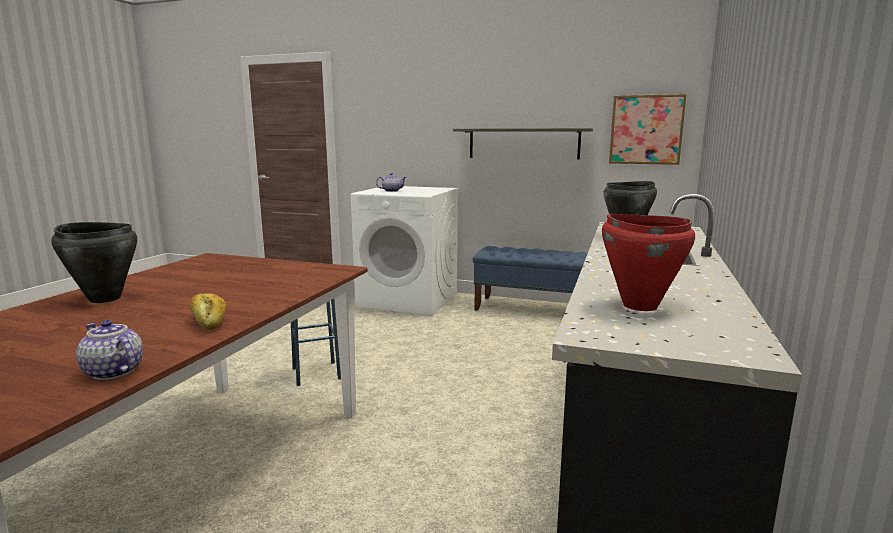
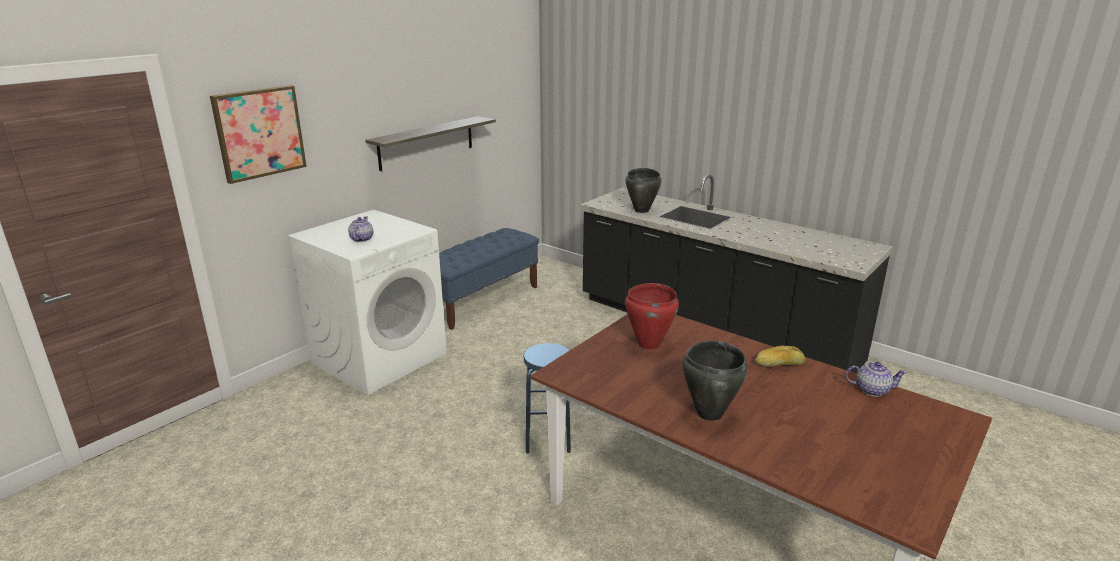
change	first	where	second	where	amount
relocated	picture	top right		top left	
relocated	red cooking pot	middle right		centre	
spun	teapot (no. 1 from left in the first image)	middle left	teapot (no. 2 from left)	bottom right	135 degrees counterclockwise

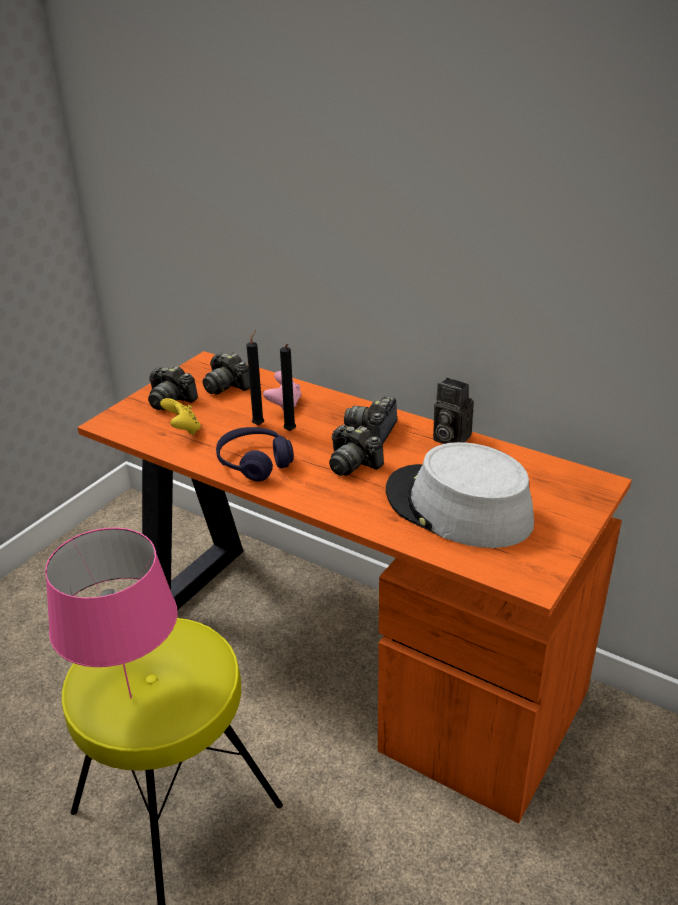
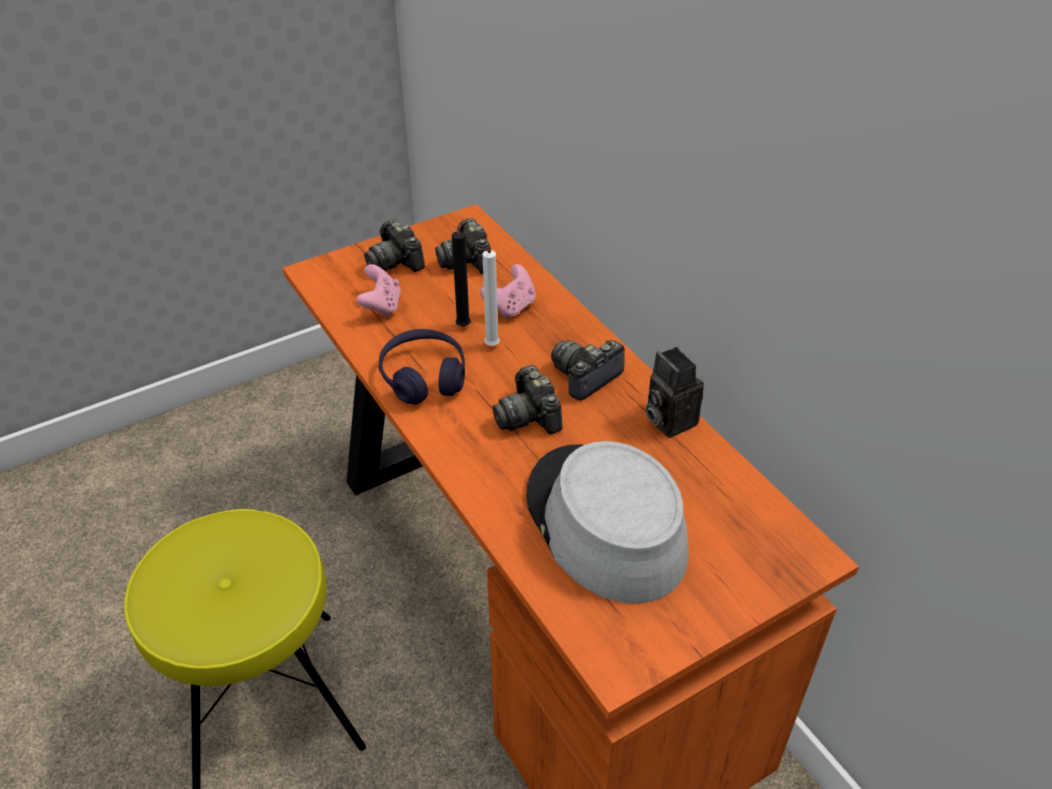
change	first	where	second	where	amount
colour	black candle (no. 2 from left)	centre	white candle	centre	
colour	yellow game controller	middle left	pink game controller (no. 1 from left)	centre	
missing	pink table lamp	bottom left			

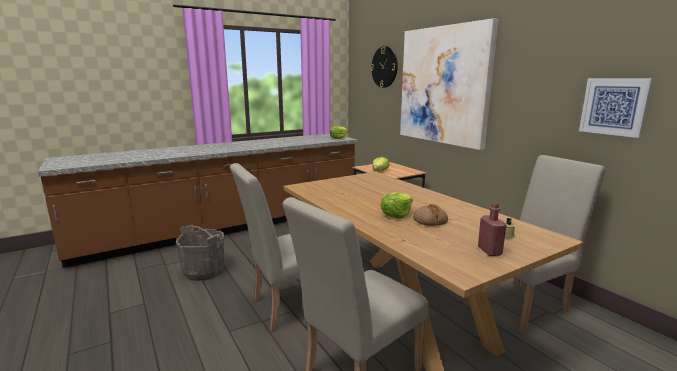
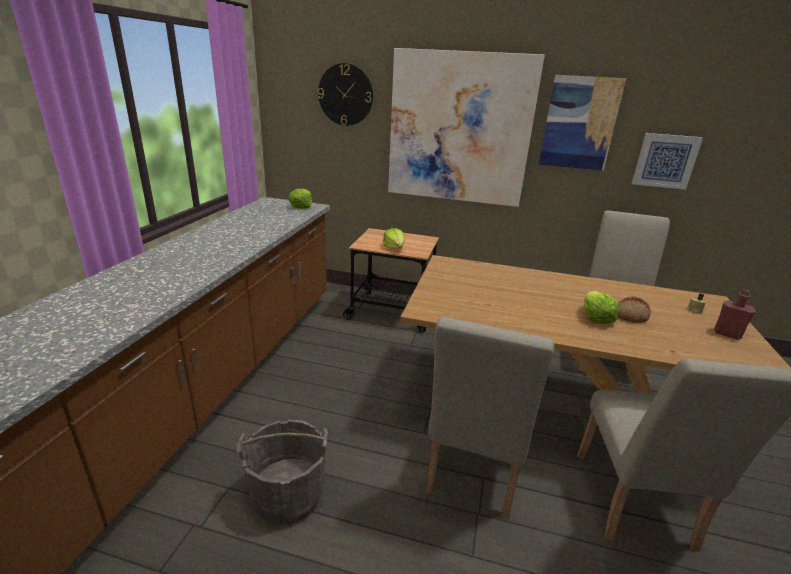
change	first	where	second	where	amount
appeared			picture (no. 2 from left)	top right	

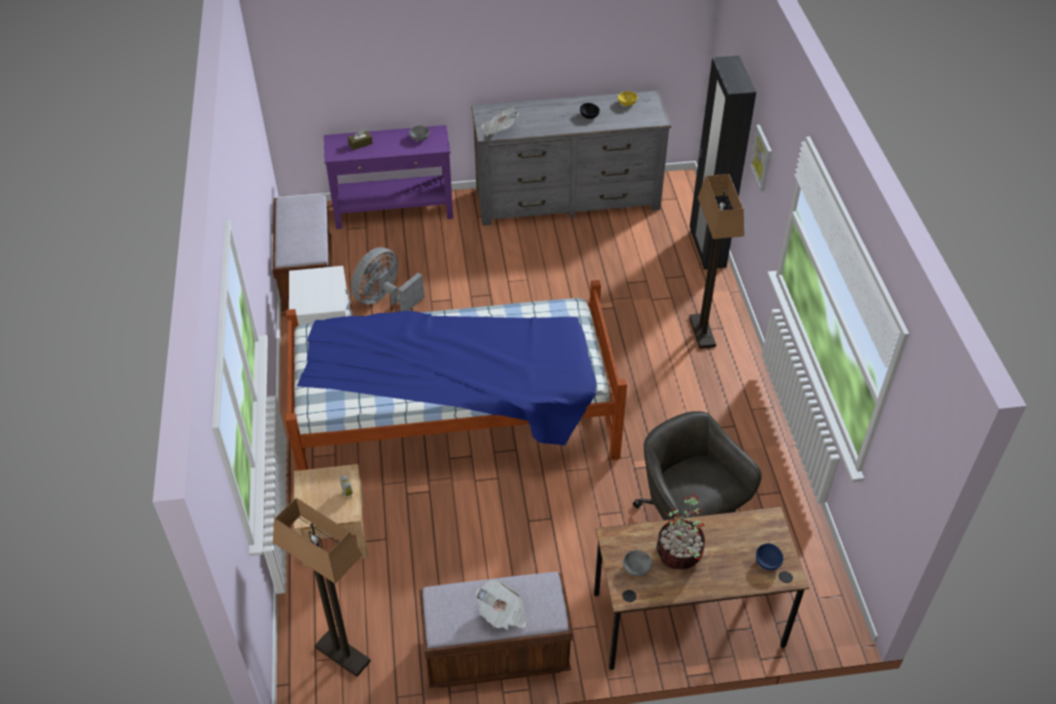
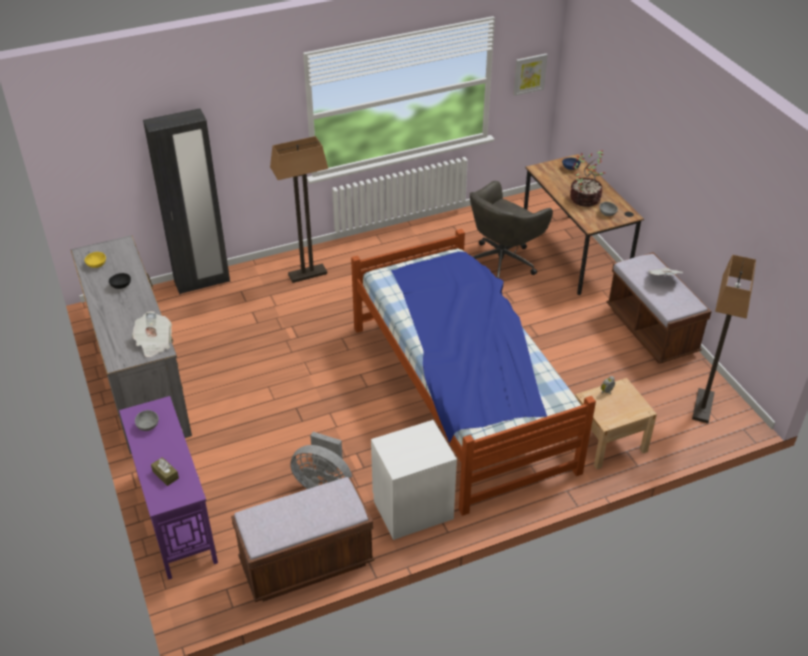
change	first	where	second	where	amount
relocated	picture	top right		top centre	

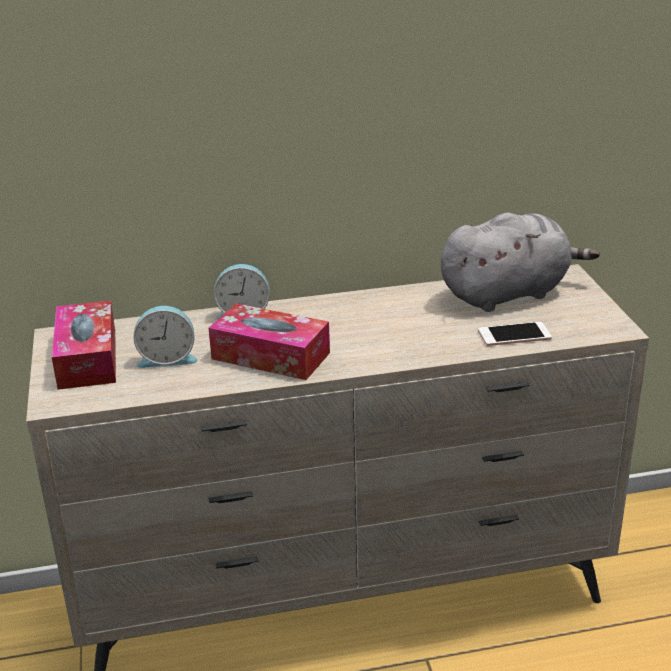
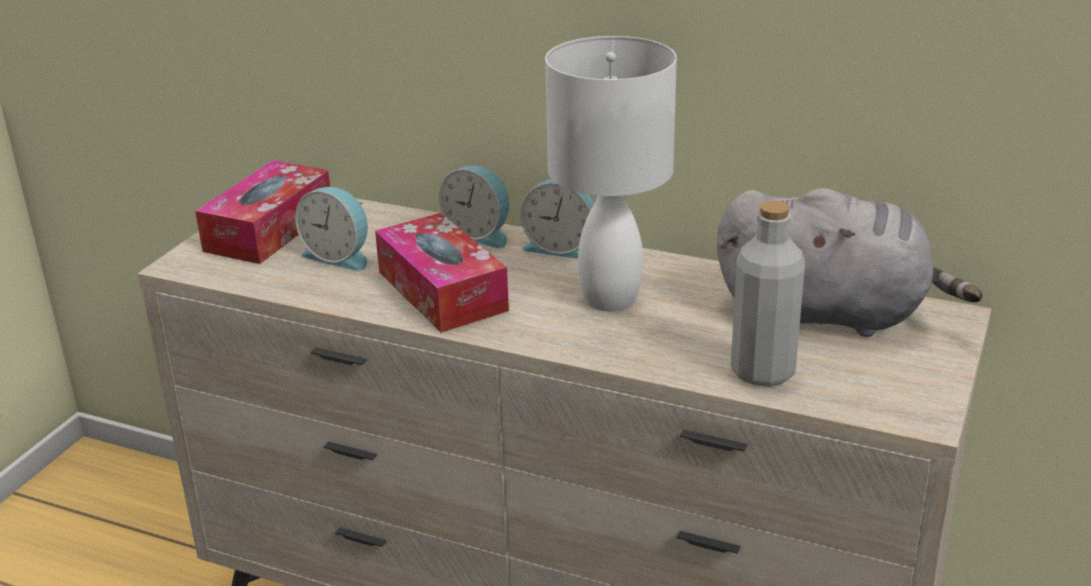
change	first	where	second	where	amount
exchanged	phone	middle right	grey bottle	middle right	
appeared			white table lamp	top centre	
appeared			alarm clock (no. 3 from left)	centre	

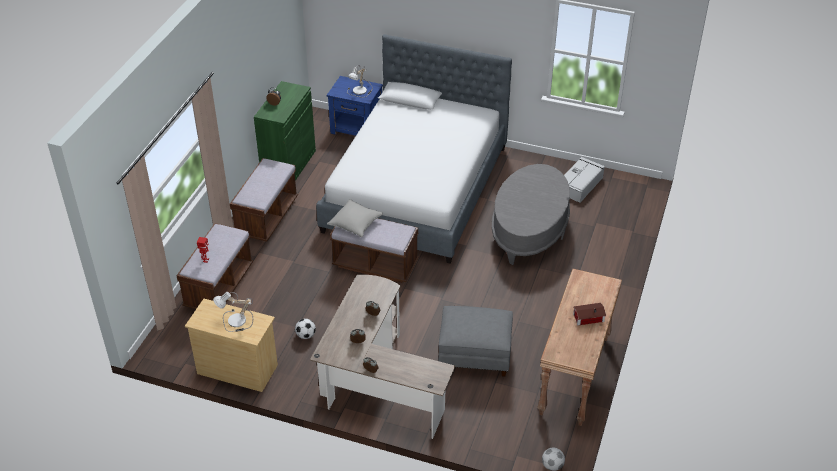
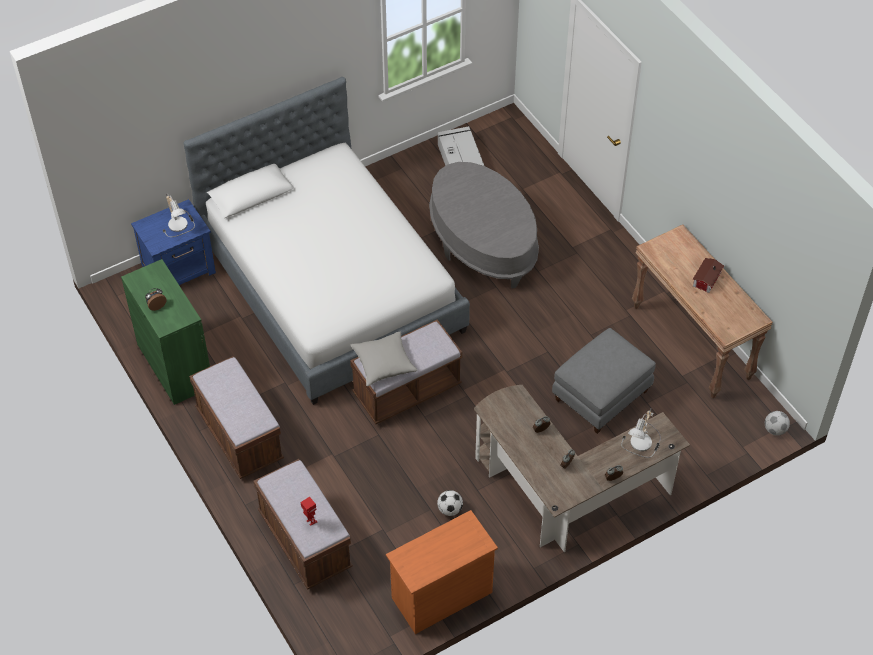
change	first	where	second	where	amount
relocated	table lamp (no. 1 from left in the first image)	middle left	table lamp (no. 2 from left)	middle right	
colour	beige dresser	bottom left	orange dresser	bottom centre	

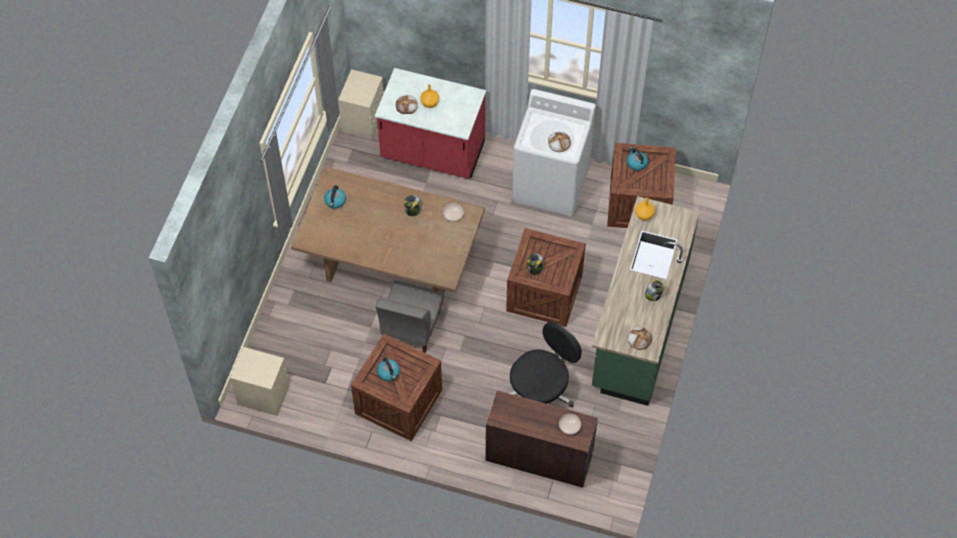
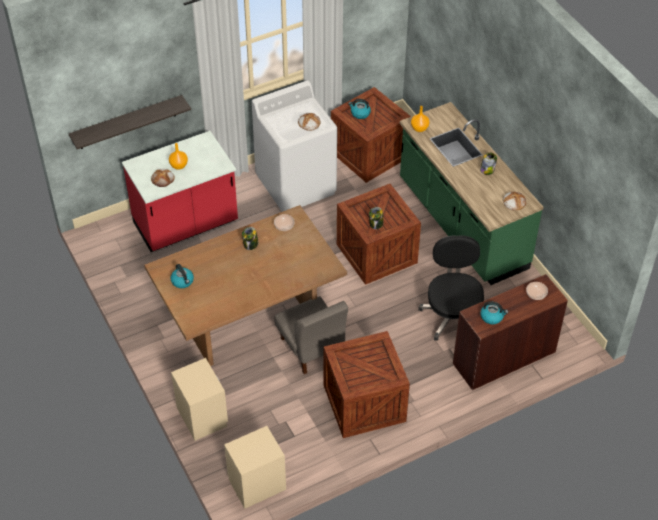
change	first	where	second	where	amount
relocated	beige nightstand (no. 2 from left in the first image)	top centre	beige nightstand (no. 1 from left)	bottom left	
relocated	kettle (no. 2 from left in the first image)	bottom centre	kettle (no. 3 from left)	middle right	
appeared			shelf	top left	

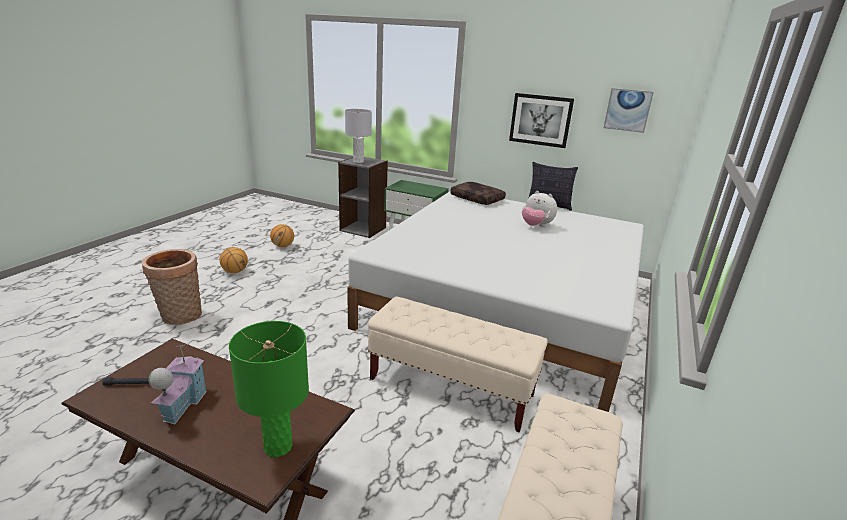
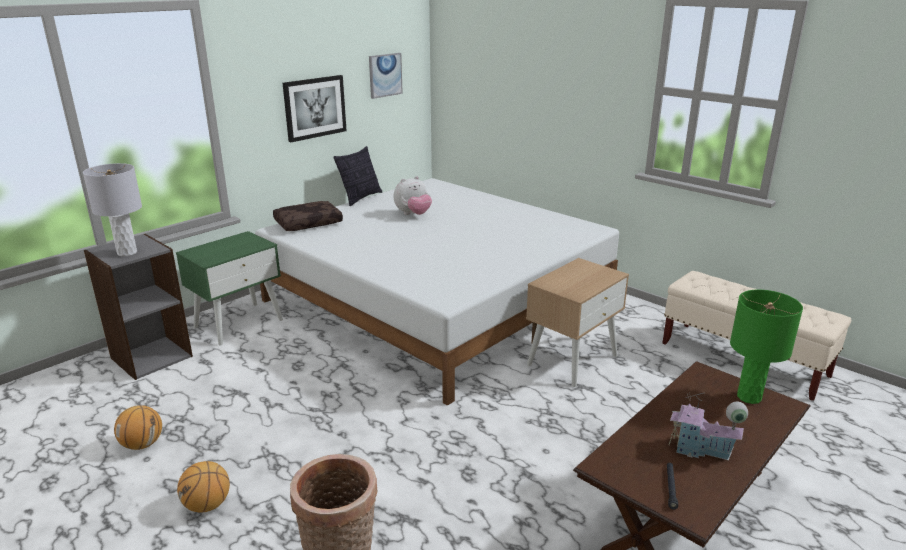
change	first	where	second	where	amount
exchanged	beige bench (no. 1 from left)	bottom centre	beige nightstand	centre	

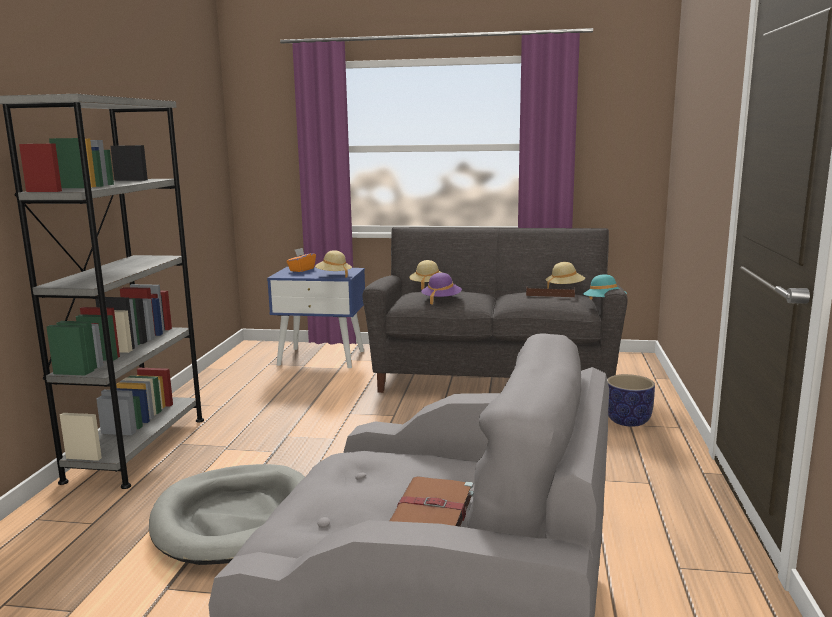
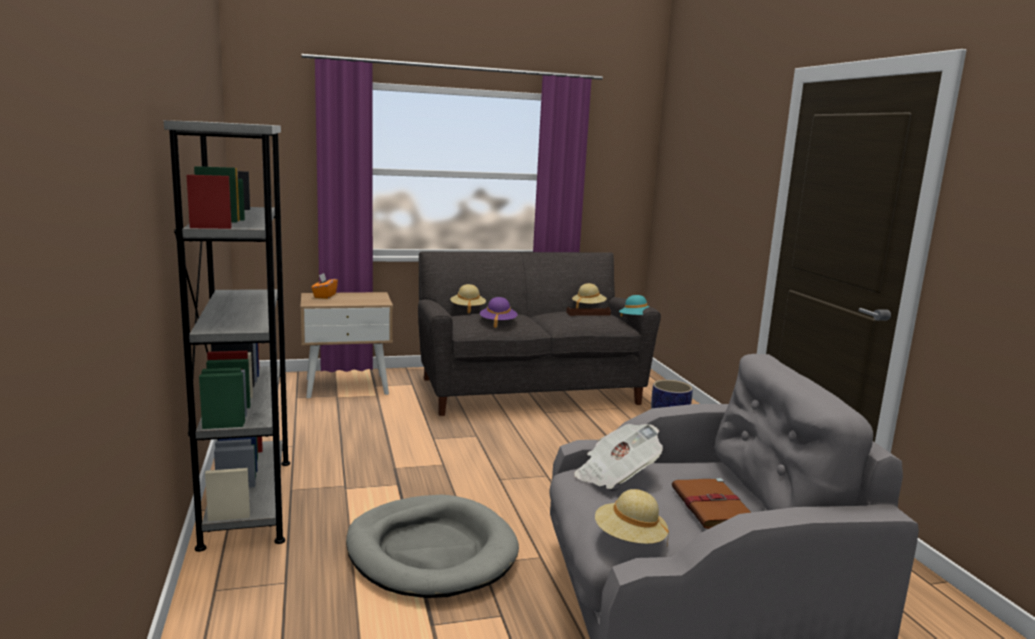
change	first	where	second	where	amount
relocated	beige hat (no. 1 from left in the first image)	centre	beige hat (no. 3 from left)	bottom centre	
colour	blue nightstand	centre	beige nightstand	centre	
appeared			newspaper	bottom centre	

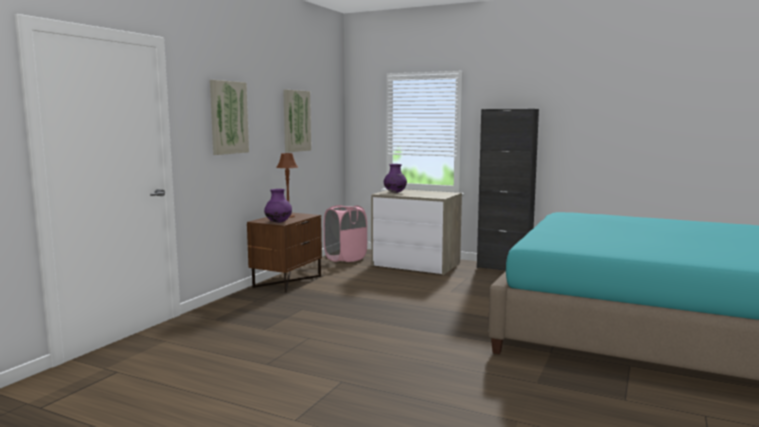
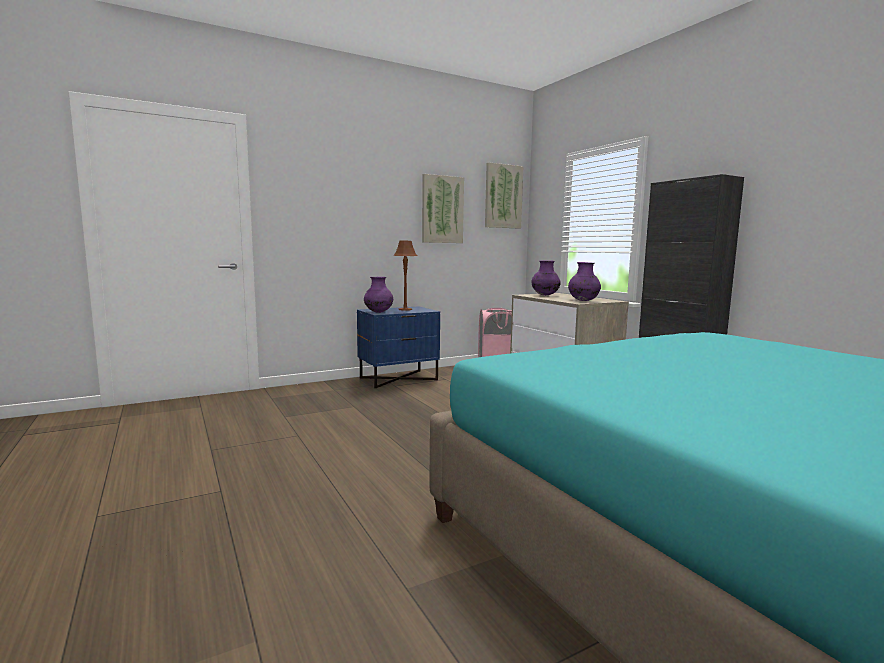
change	first	where	second	where	amount
relocated	picture (no. 1 from left in the first image)	top left	picture (no. 2 from left)	top centre	
colour	brown nightstand	centre	blue nightstand	centre	
appeared			purple vase (no. 3 from left)	centre	

